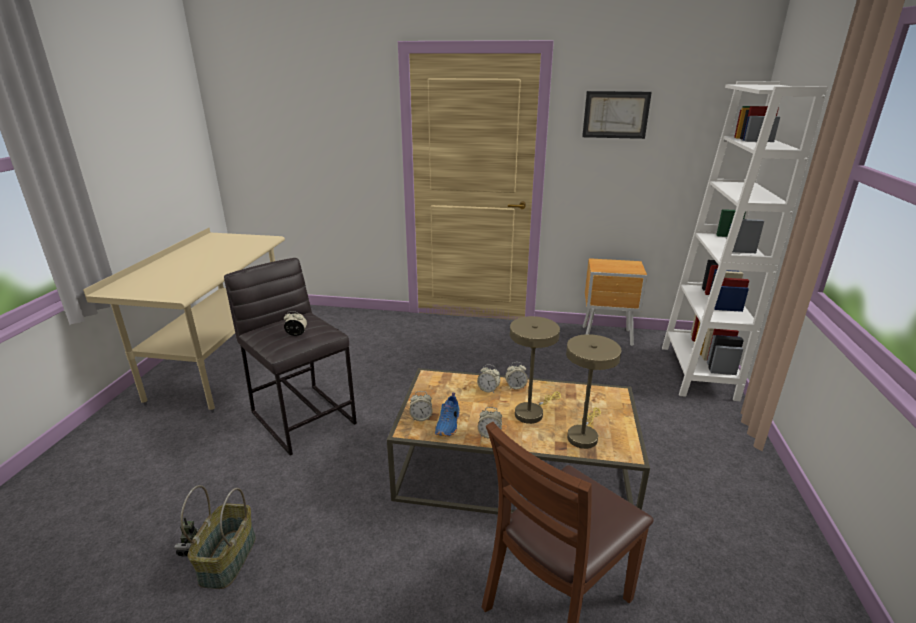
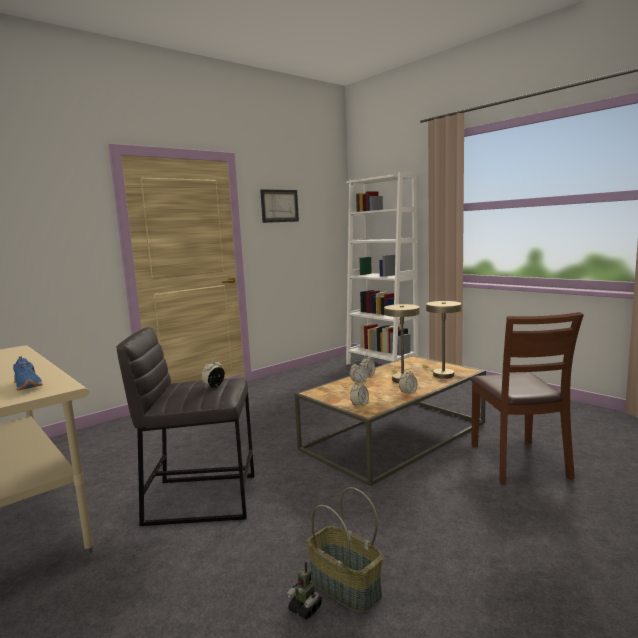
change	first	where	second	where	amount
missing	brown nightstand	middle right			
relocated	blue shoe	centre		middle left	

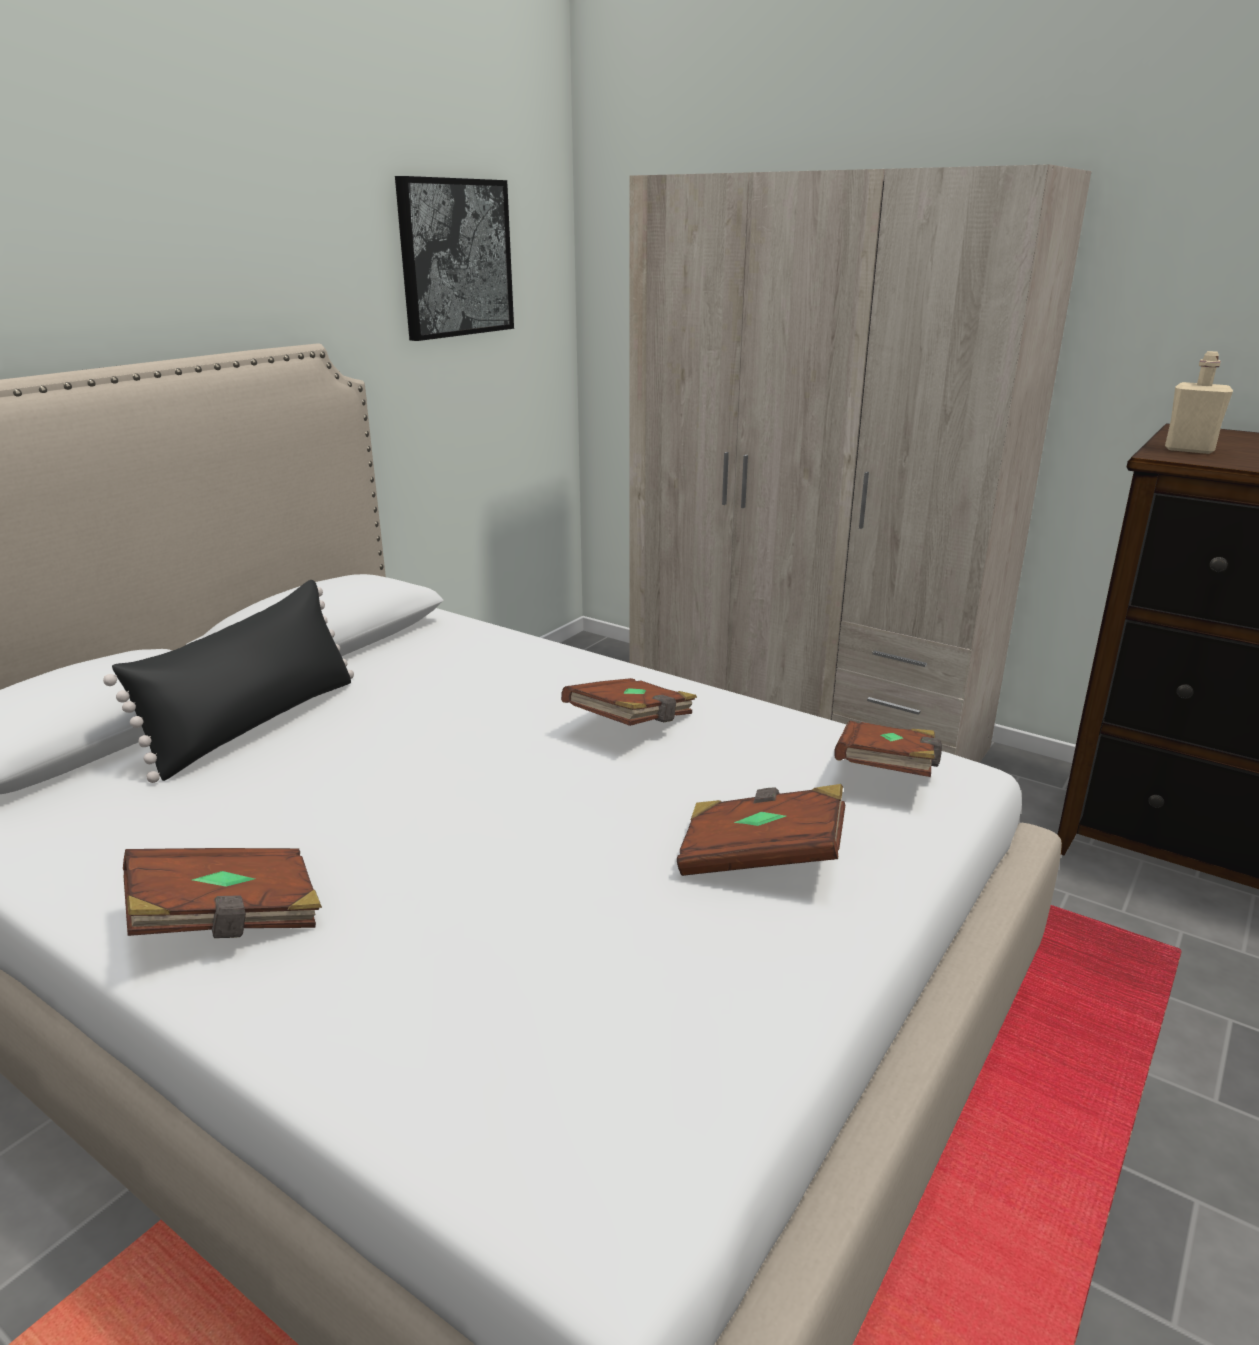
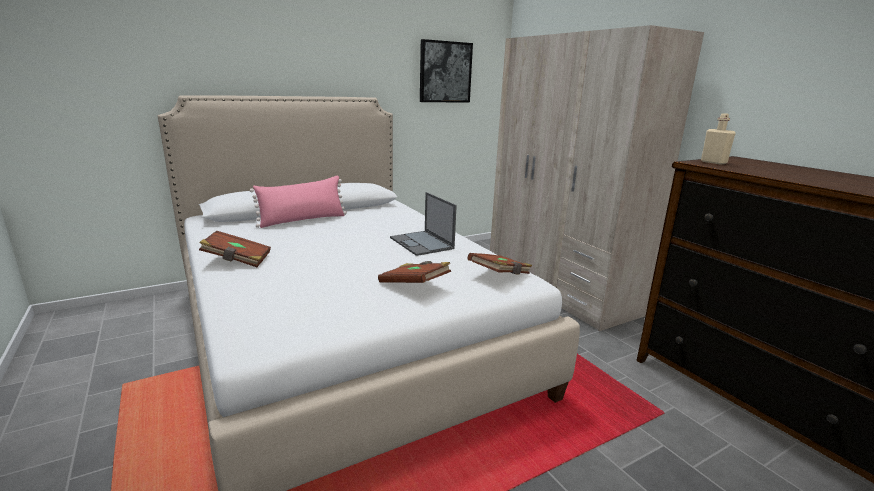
change	first	where	second	where	amount
colour	black pillow	middle left	pink pillow	centre	
exchanged	brown book (no. 2 from left)	centre	laptop	centre	

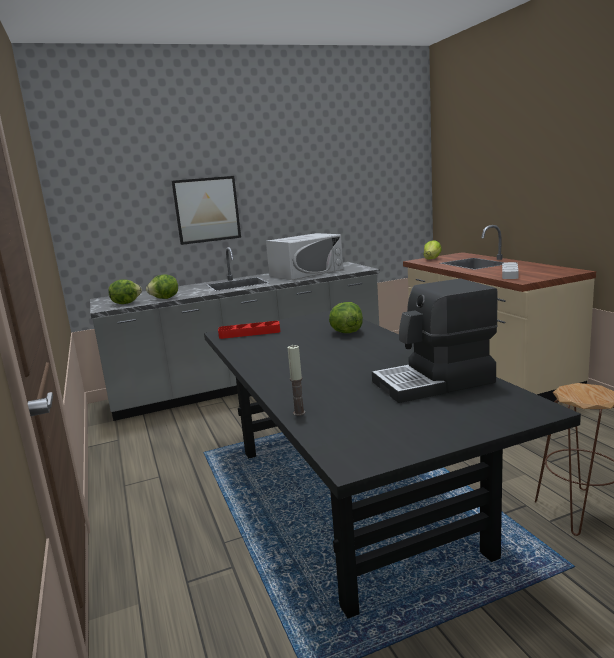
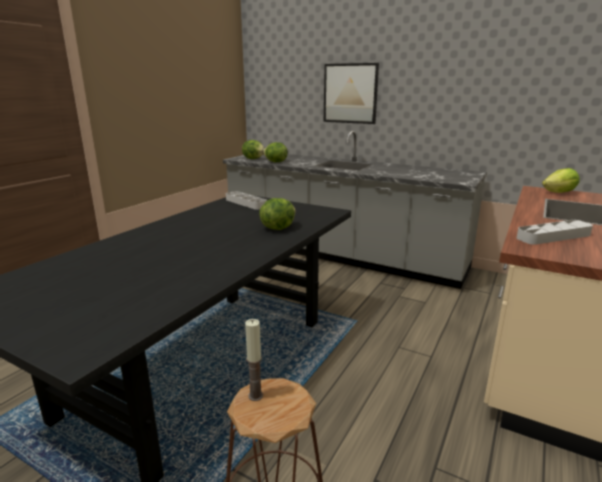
change	first	where	second	where	amount
missing	white microwave	centre			
missing	coffee machine	middle right			
colour	red tray	centre	grey tray (no. 1 from left)	centre	
relocated	candle	centre		bottom centre	

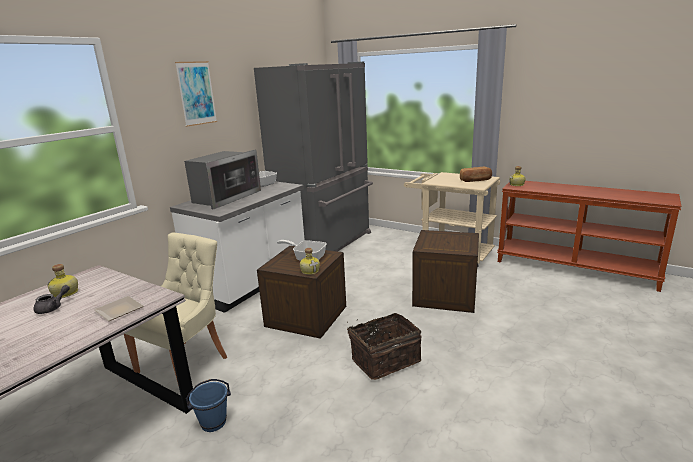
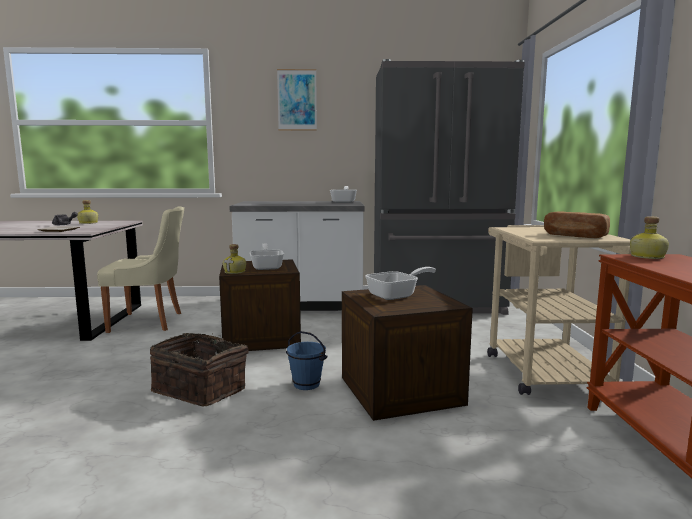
change	first	where	second	where	amount
missing	microwave	middle left			
relocated	blue bucket	bottom left		bottom centre	
appeared			frying pan (no. 3 from left)	centre	

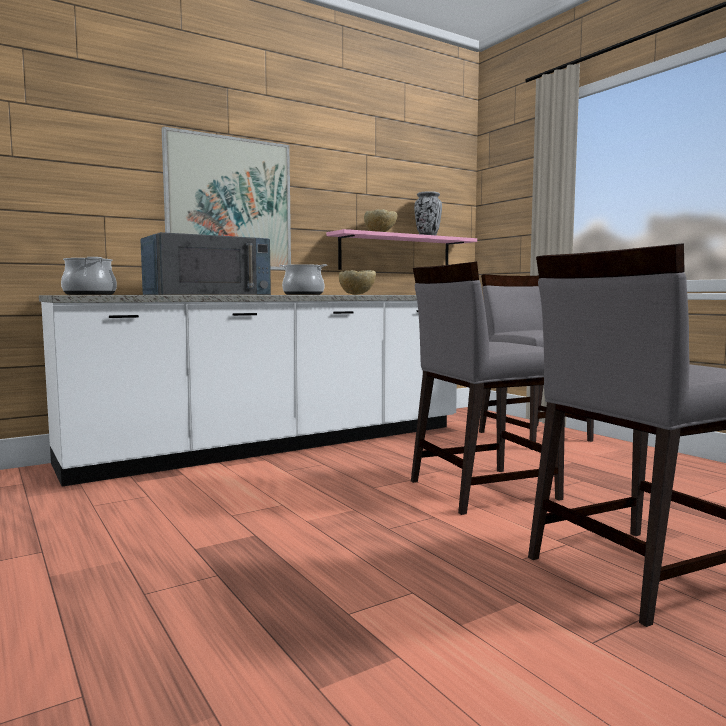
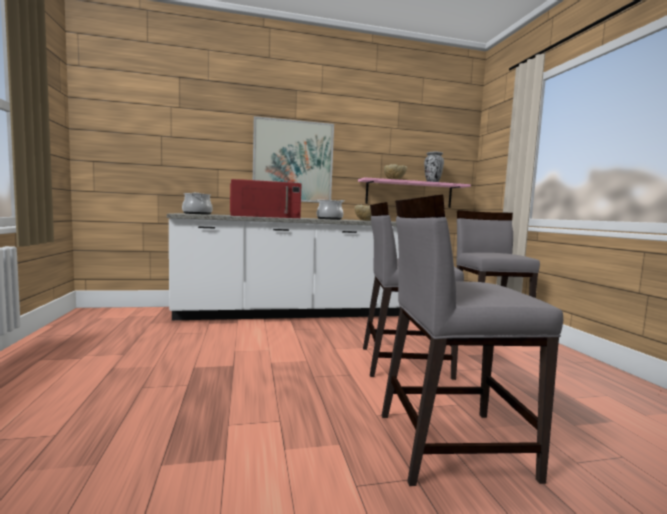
change	first	where	second	where	amount
colour	blue microwave	middle left	red microwave	centre	

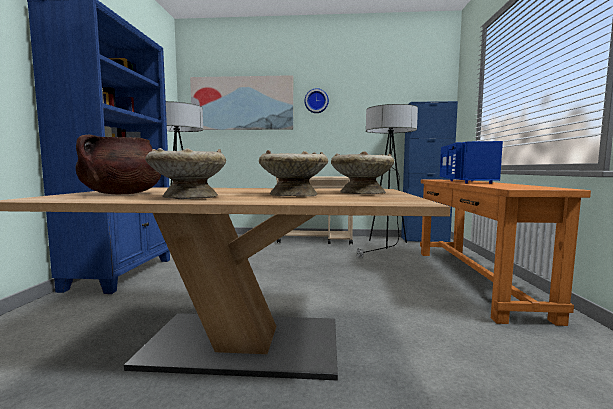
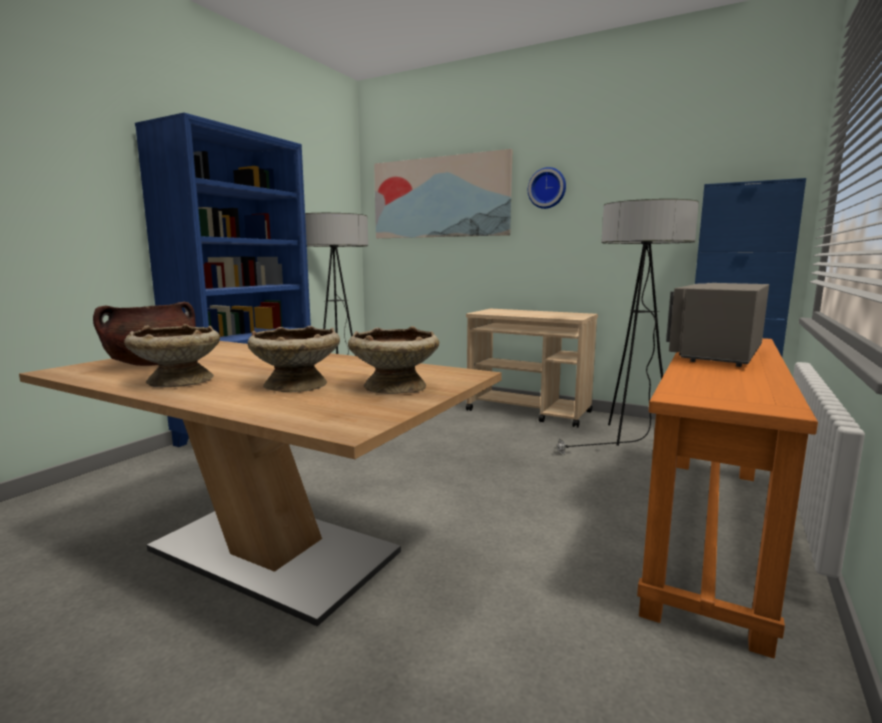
change	first	where	second	where	amount
colour	blue microwave	middle right	grey microwave	middle right	

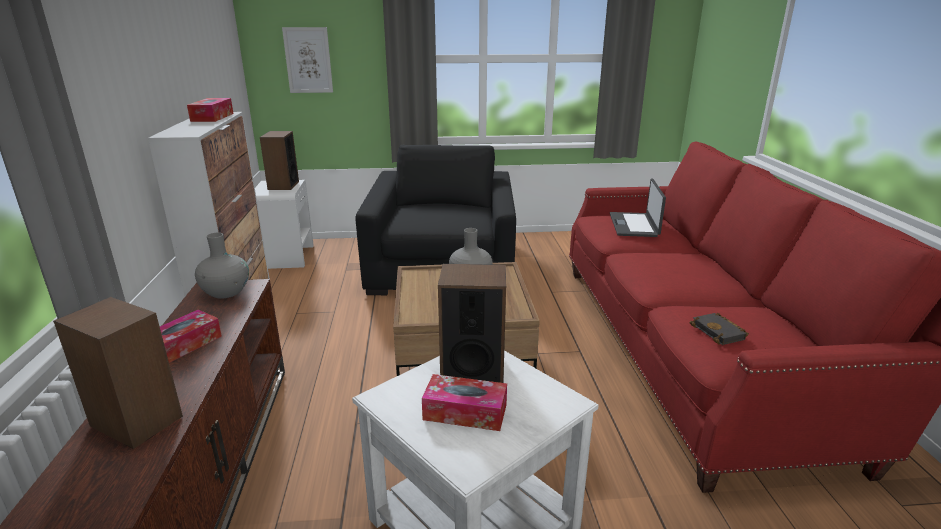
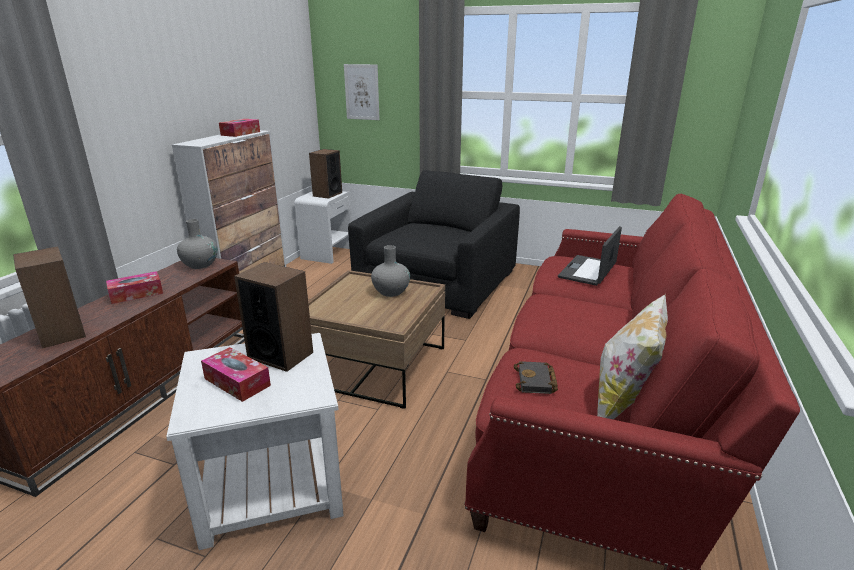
change	first	where	second	where	amount
appeared			pillow	middle right	

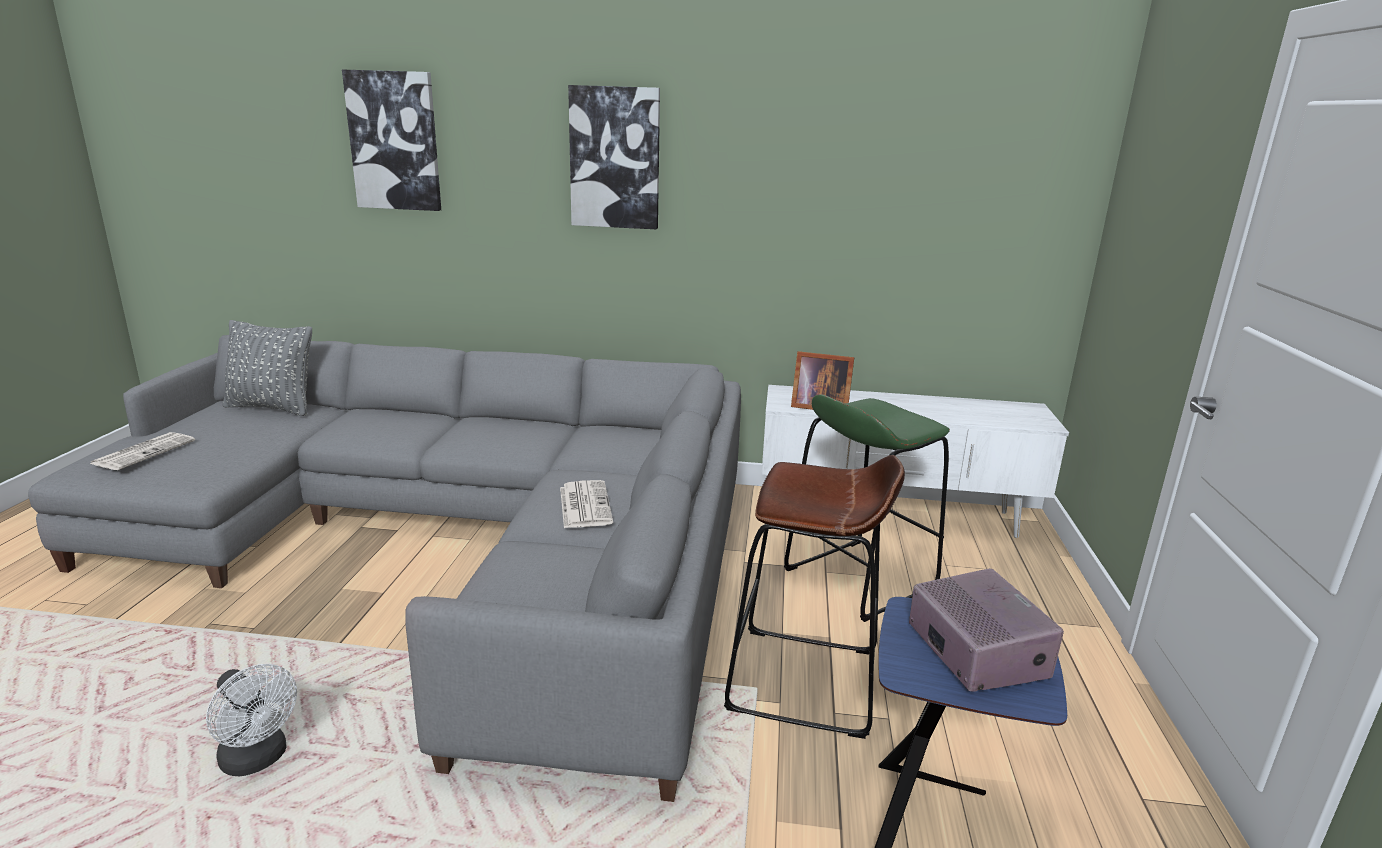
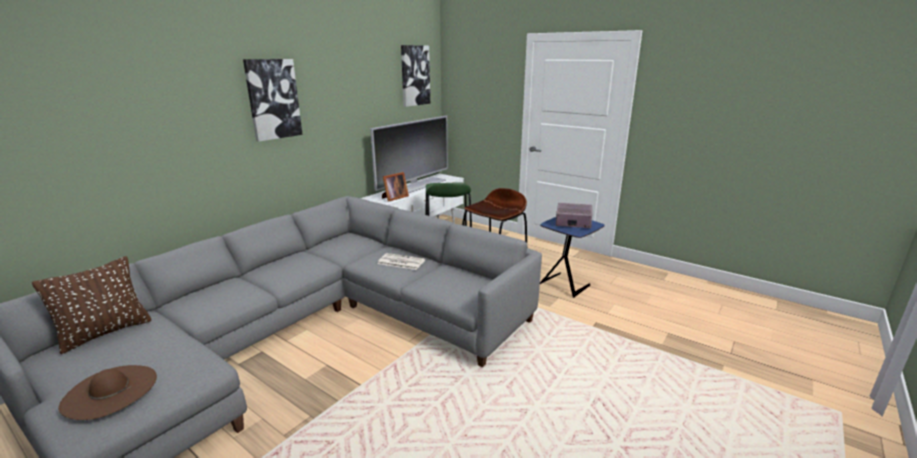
change	first	where	second	where	amount
relocated	picture (no. 1 from left in the first image)	top left	picture (no. 2 from left)	top centre	
colour	grey pillow	middle left	brown pillow	middle left	
exchanged	newspaper (no. 1 from left)	middle left	brown hat	bottom left	
missing	white fan	bottom left			
appeared			television	centre	

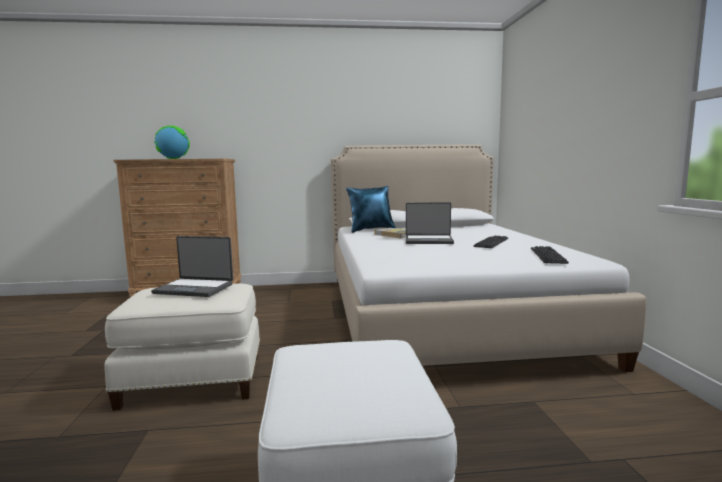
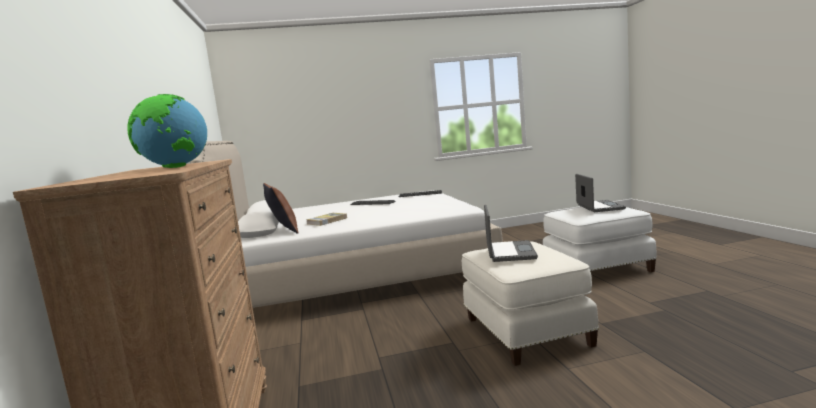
change	first	where	second	where	amount
colour	blue pillow	centre	brown pillow	centre	
relocated	laptop (no. 2 from left)	centre		middle right	

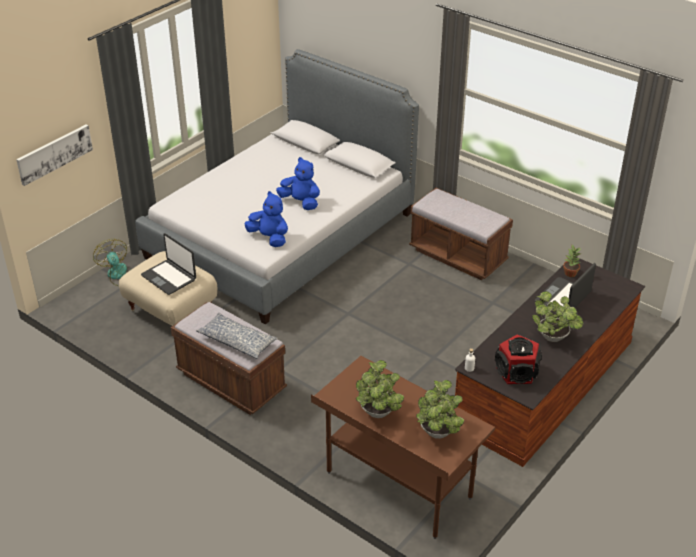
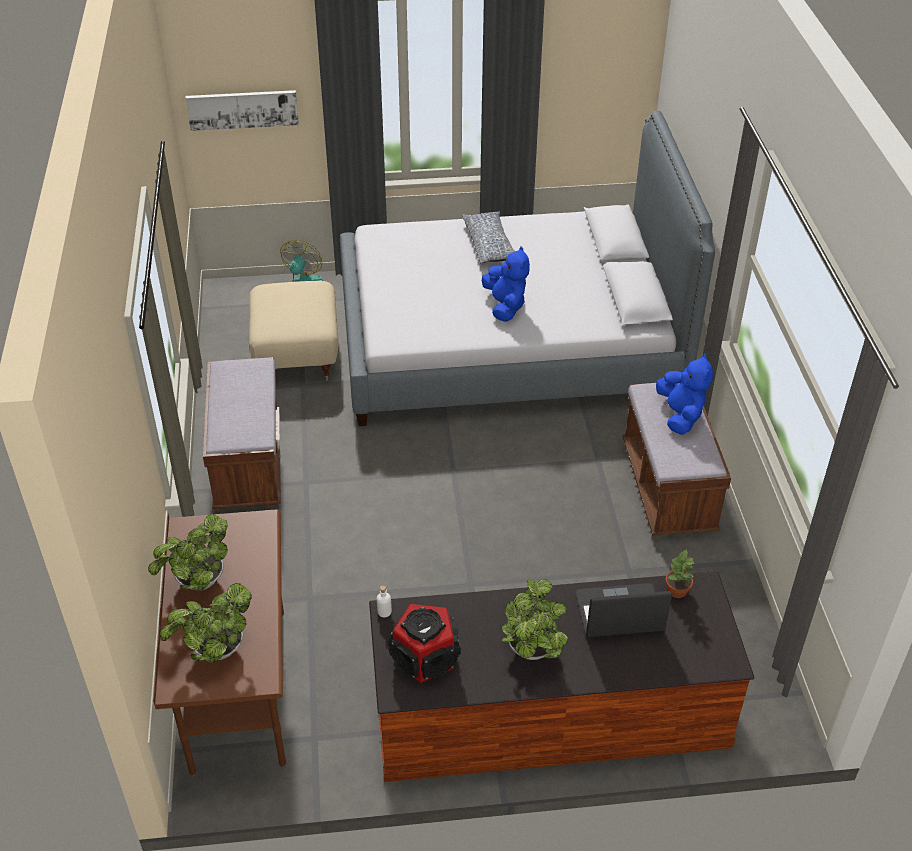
change	first	where	second	where	amount
relocated	blue plush toy (no. 1 from left in the first image)	centre	blue plush toy (no. 2 from left)	middle right	
missing	laptop (no. 1 from left)	middle left			
relocated	pillow	centre		top centre	

